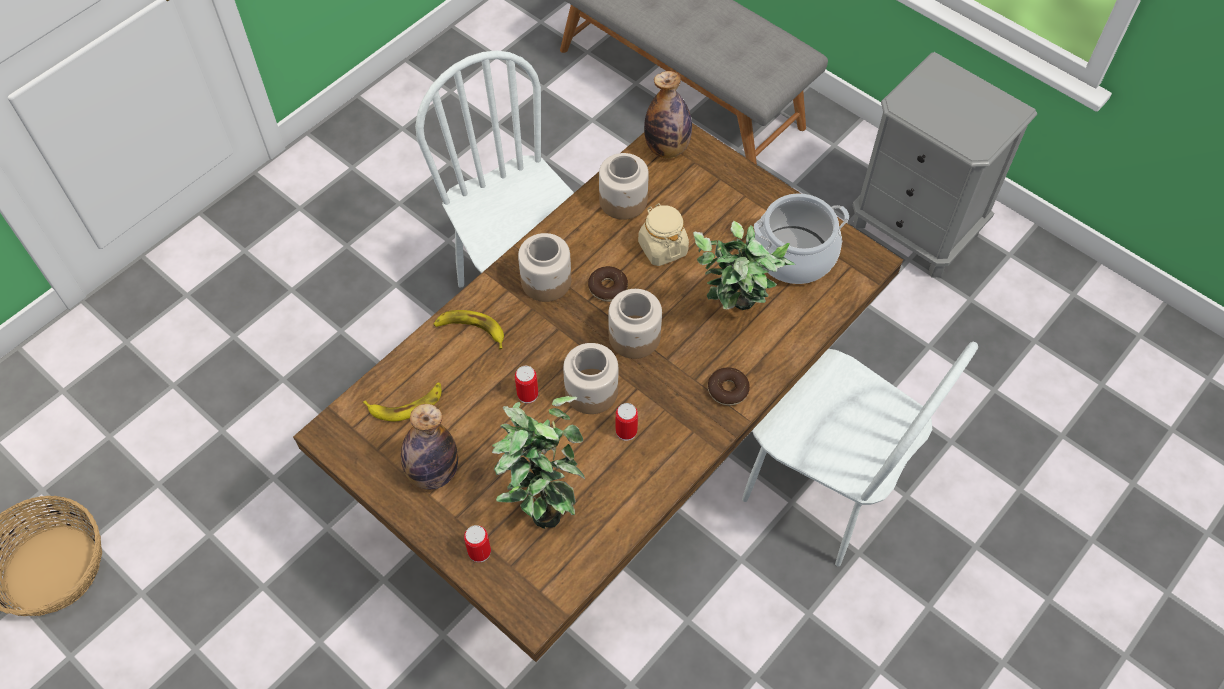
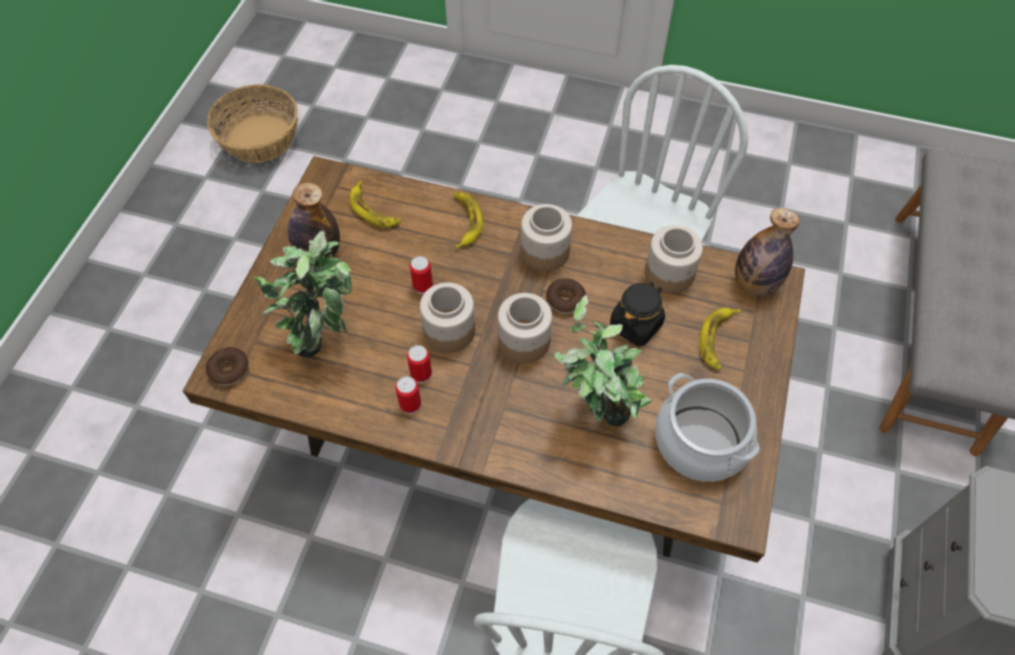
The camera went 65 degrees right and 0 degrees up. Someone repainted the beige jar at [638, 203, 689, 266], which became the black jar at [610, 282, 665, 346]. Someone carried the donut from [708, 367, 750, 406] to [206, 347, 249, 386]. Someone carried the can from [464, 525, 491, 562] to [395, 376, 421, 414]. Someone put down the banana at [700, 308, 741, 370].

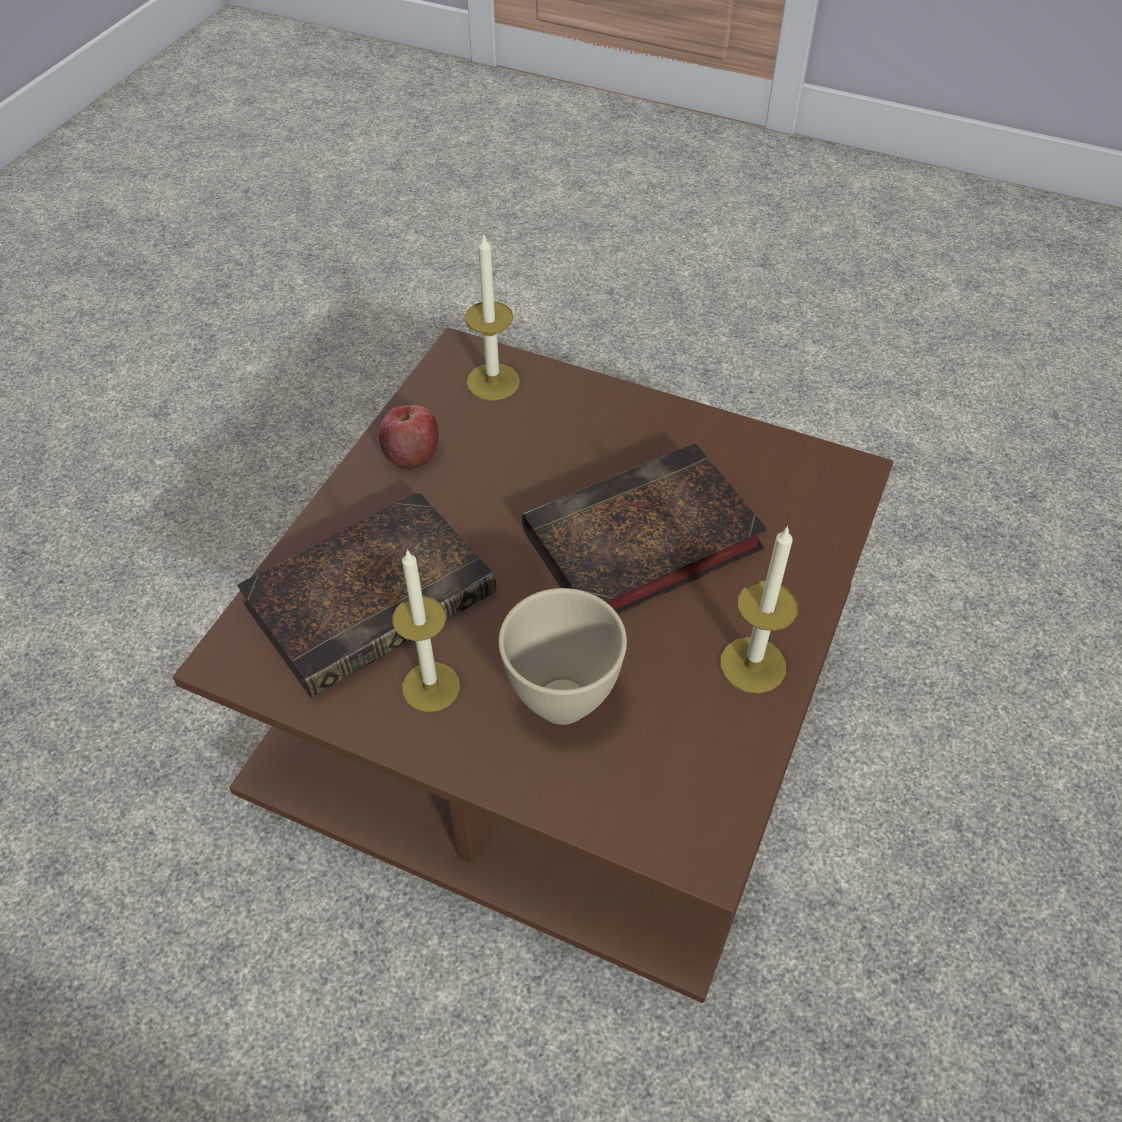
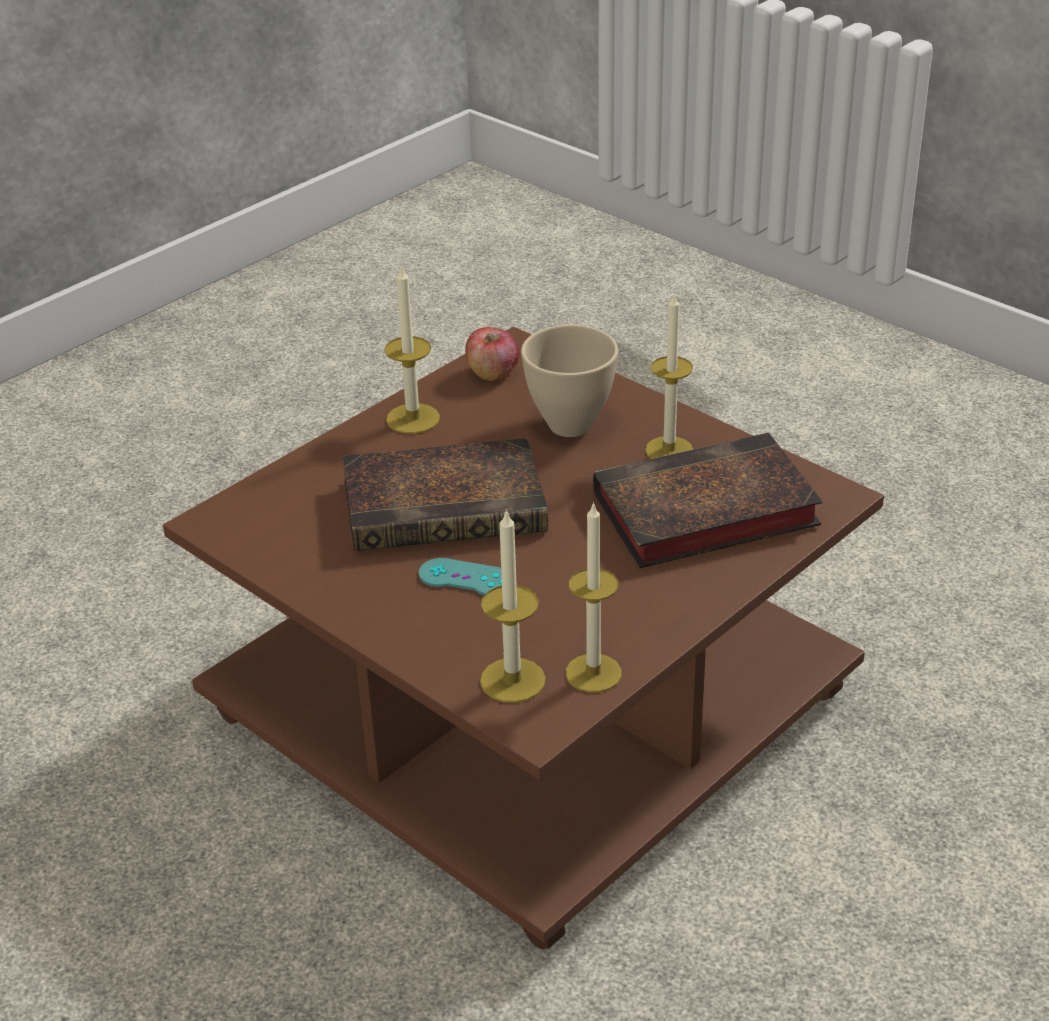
The camera went 160 degrees left and 15 degrees down. Someone carried the apple from [379, 405, 439, 470] to [465, 327, 519, 382]. Someone put down the candle at [566, 502, 622, 692]. Someone put down the turquoise game controller at [419, 558, 502, 595].

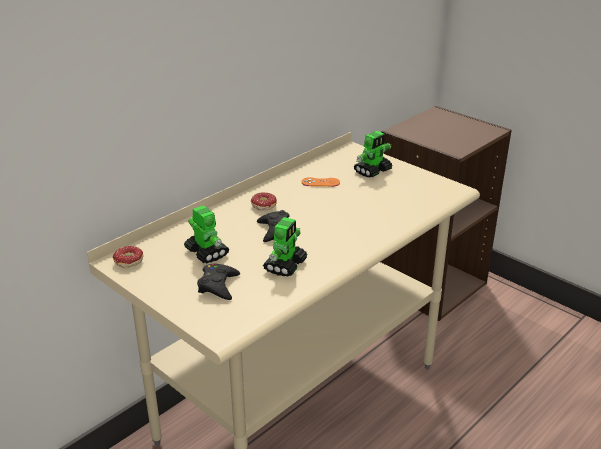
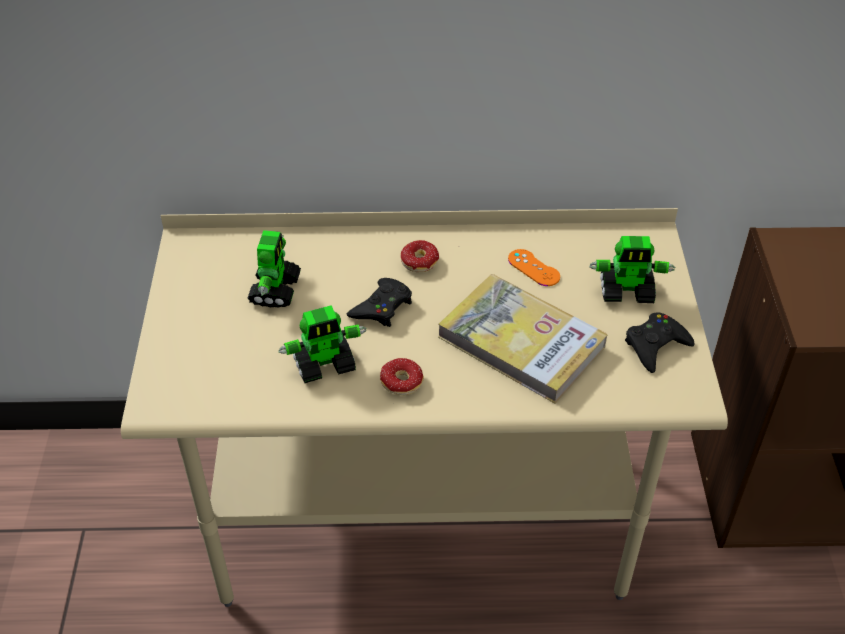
The camera went 45 degrees right and 15 degrees up. Someone carried the donut from [113, 246, 143, 267] to [380, 358, 424, 405]. Someone carried the black game controller from [197, 263, 240, 300] to [625, 312, 695, 373]. Someone put down the book at [438, 274, 607, 403].

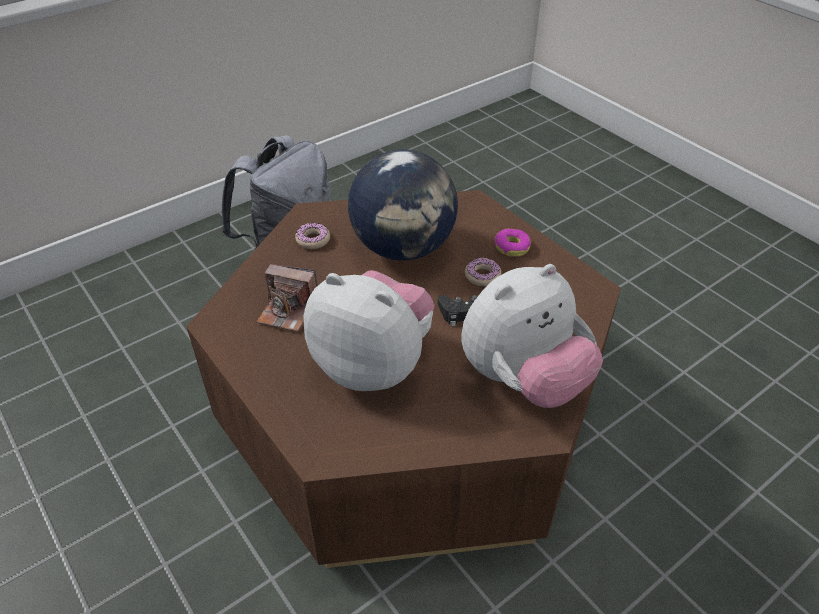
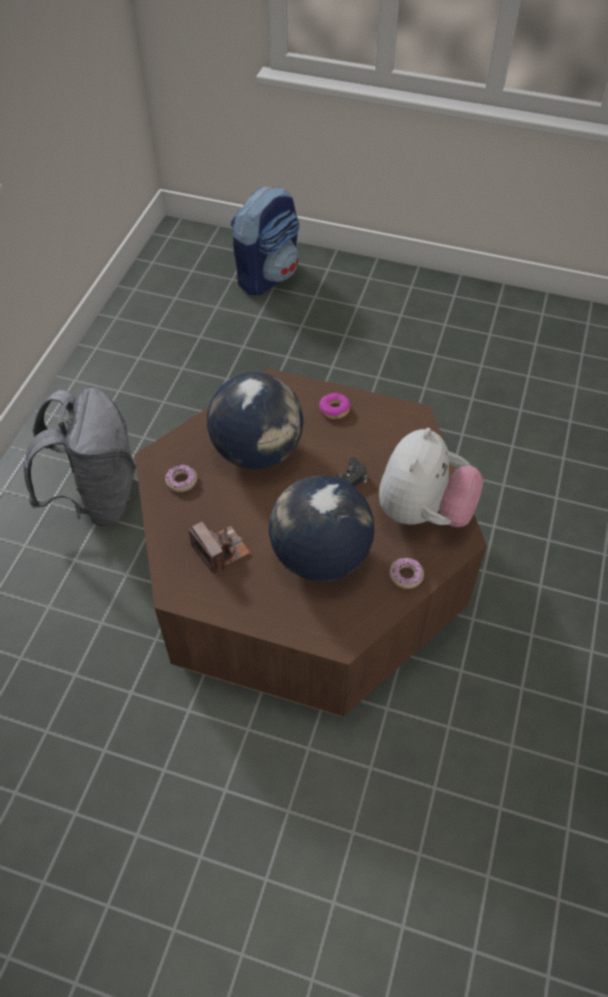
The camera went 35 degrees left and 10 degrees up. Someone carried the donut from [465, 258, 501, 286] to [389, 558, 424, 589]. Someone rotated the photo camera at [256, 264, 318, 332] by 105 degrees counterclockwise. Someone swapped the plush toy at [303, 270, 435, 391] for the globe at [269, 476, 375, 581]. Someone put down the backpack at [231, 186, 300, 295].

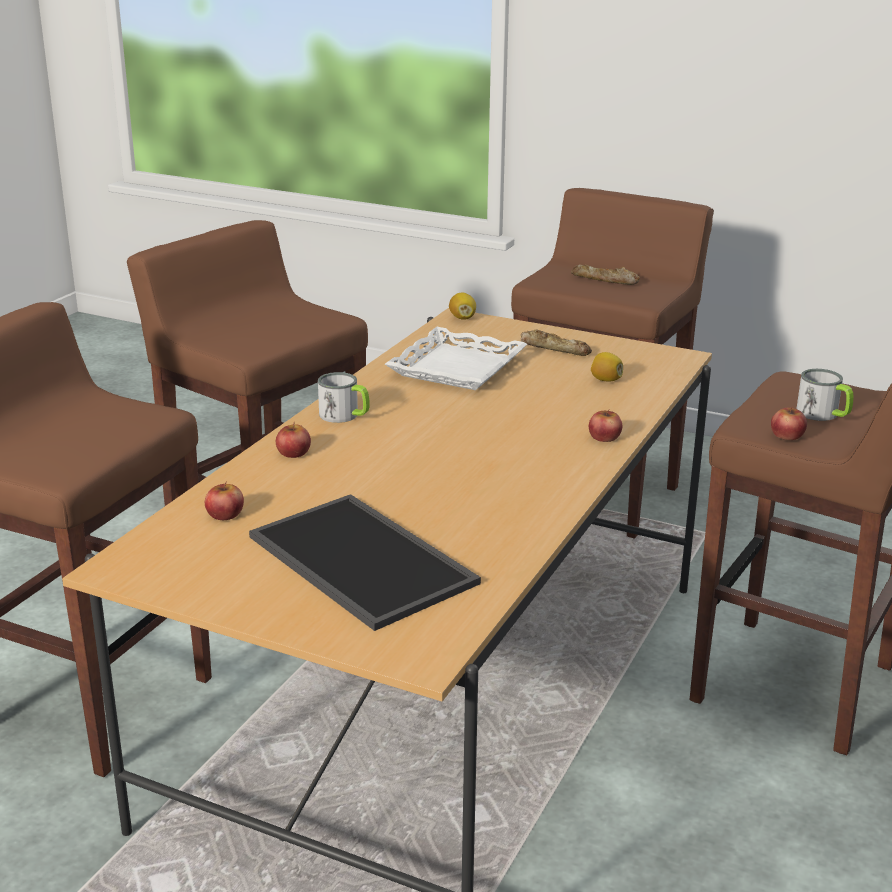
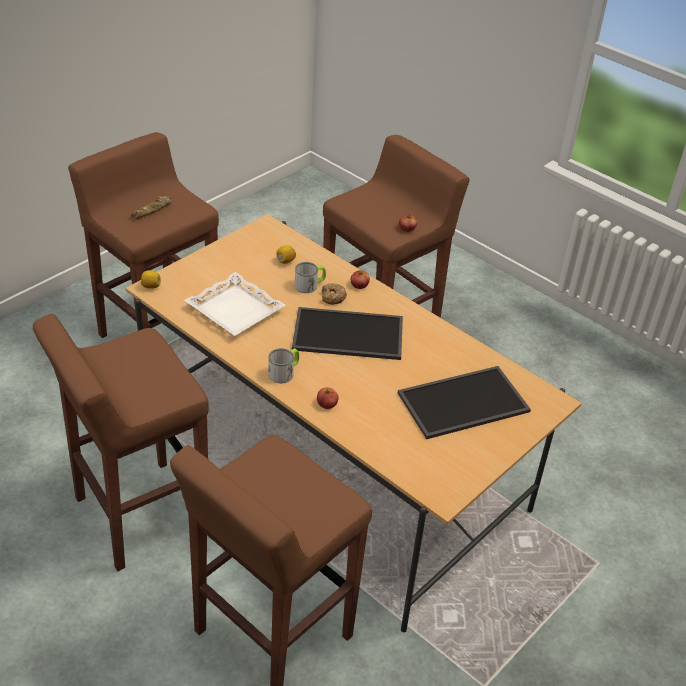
The camera went 75 degrees left and 15 degrees up. Someone took away the bread at [521, 330, 592, 356]. Someone carried the mug from [796, 369, 853, 421] to [295, 262, 326, 293]. Someone took away the apple at [205, 482, 244, 520]. Someone put down the donut at [322, 283, 347, 304]. Someone put down the tray at [292, 307, 403, 360].

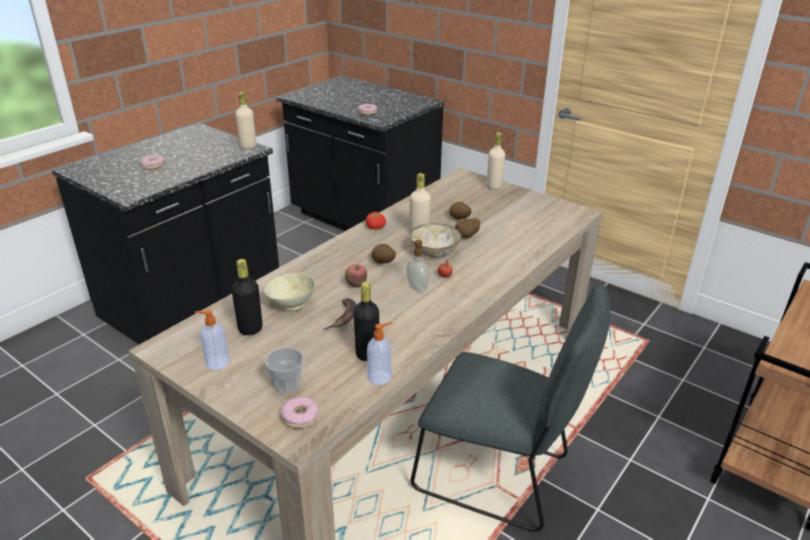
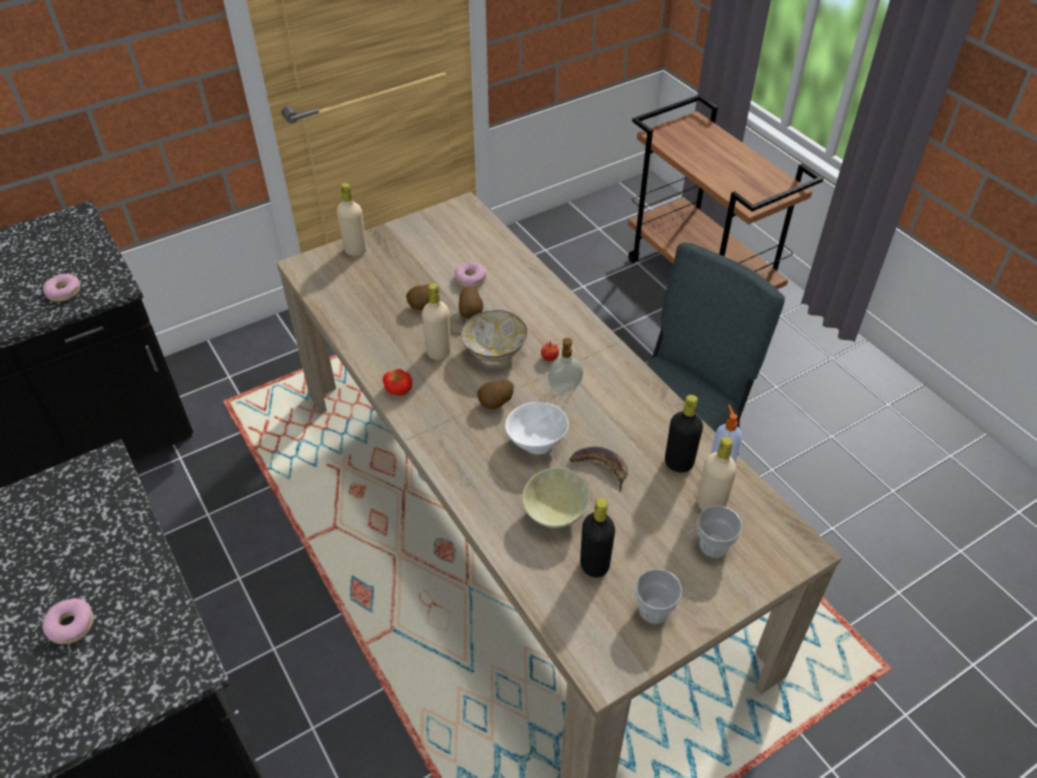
The camera went 70 degrees left and 15 degrees up. Someone carried the beige bottle from [235, 92, 256, 149] to [697, 437, 737, 511]. Someone swapped the apple at [345, 264, 367, 288] for the white bowl at [505, 402, 569, 454]. Someone swapped the soap dispenser at [194, 310, 229, 370] for the cup at [635, 569, 682, 624]. Someone carried the donut from [281, 396, 319, 428] to [454, 262, 486, 288].

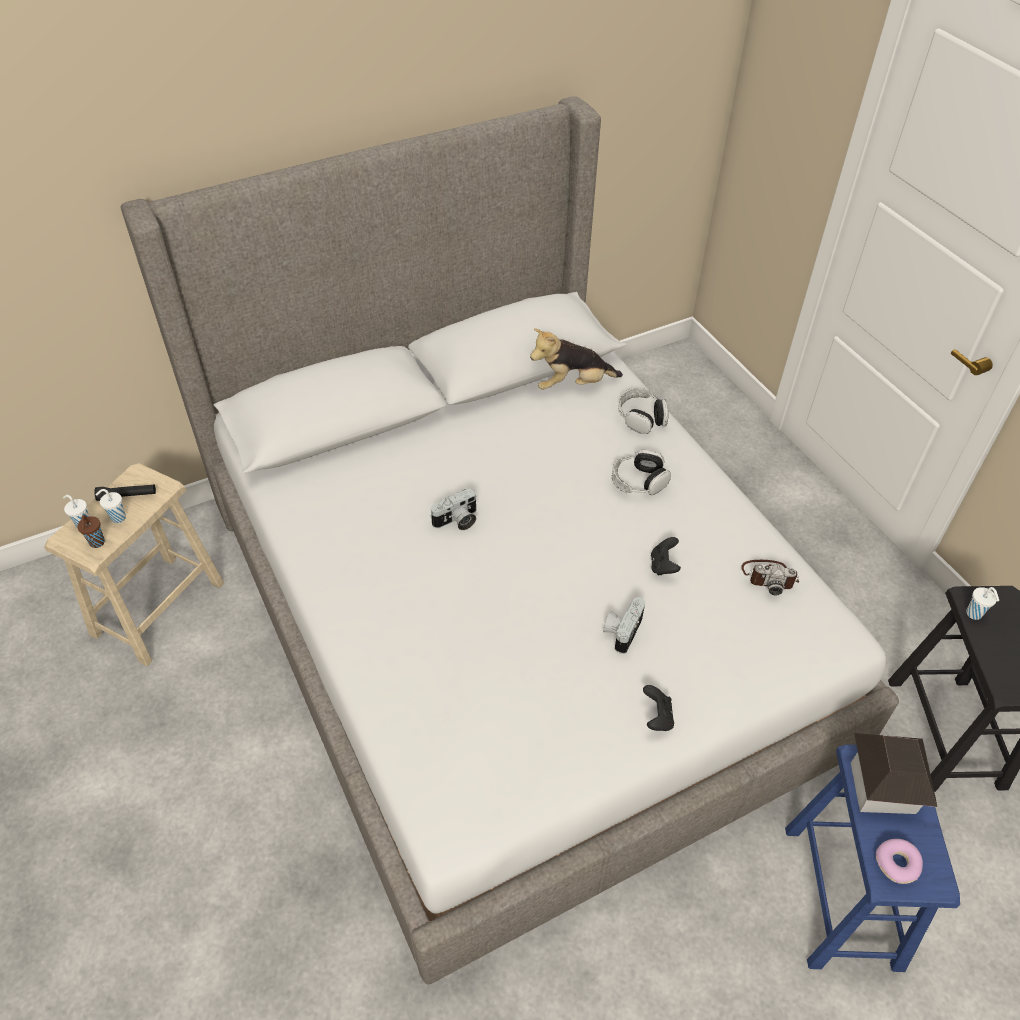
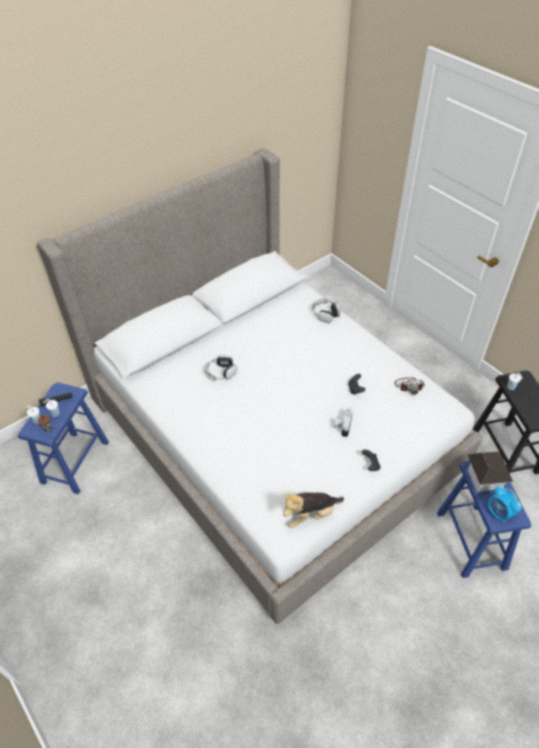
The camera went 10 degrees left and 0 degrees up. Someone carried the plush toy from [530, 328, 623, 390] to [283, 491, 344, 528]. Someone carried the headphones from [612, 450, 671, 495] to [205, 355, 237, 381]. Someone repainted the beige stool at [44, 463, 224, 666], which became the blue stool at [18, 382, 109, 494]. Someone took away the photo camera at [430, 488, 477, 530]. Someone swapped the donut at [876, 839, 923, 884] for the alarm clock at [487, 485, 522, 524].

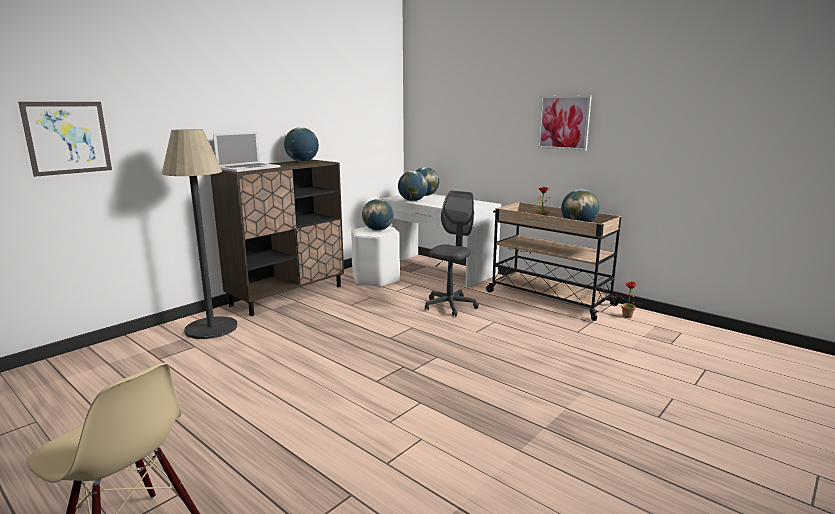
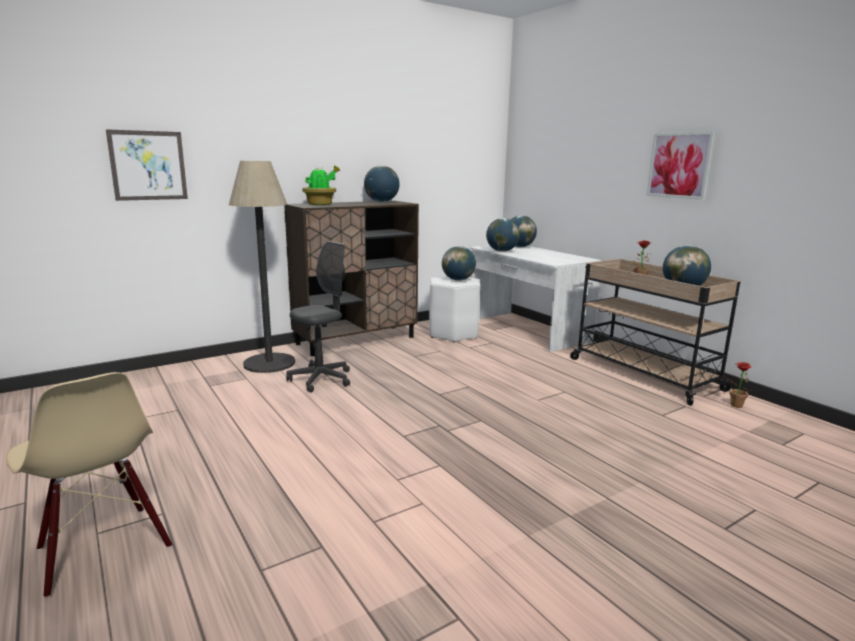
The camera went 15 degrees right and 0 degrees up. Someone swapped the laptop at [213, 132, 280, 172] for the potted plant at [302, 166, 340, 205]. Someone carried the grey office chair from [425, 191, 479, 316] to [286, 241, 350, 392].

